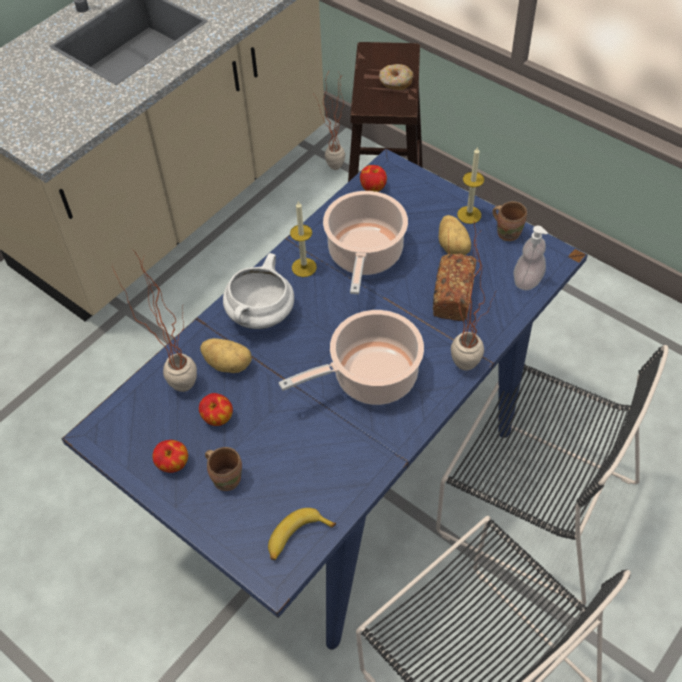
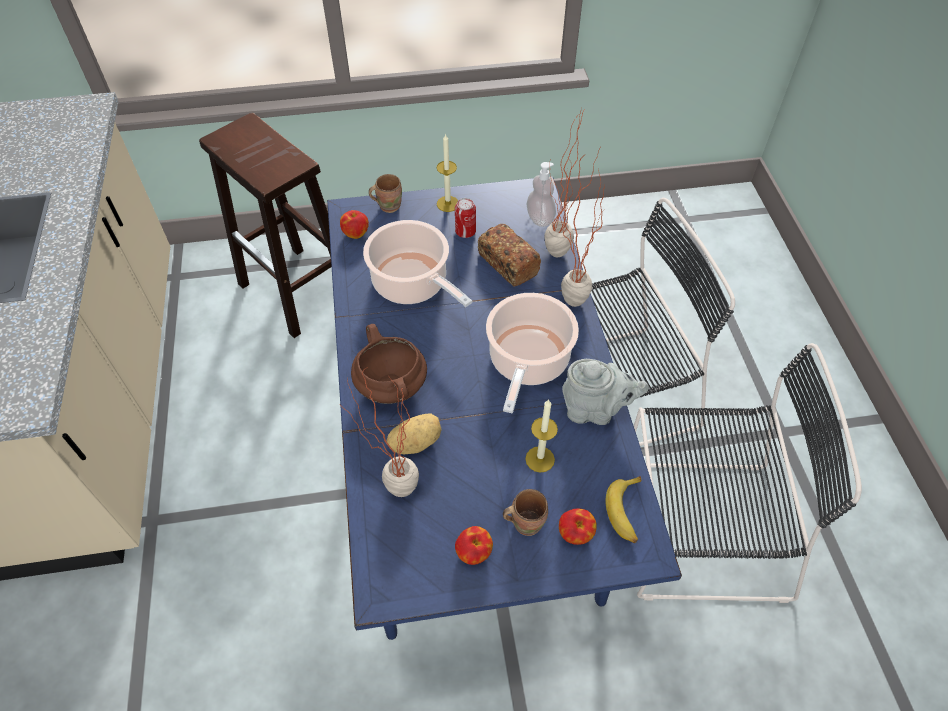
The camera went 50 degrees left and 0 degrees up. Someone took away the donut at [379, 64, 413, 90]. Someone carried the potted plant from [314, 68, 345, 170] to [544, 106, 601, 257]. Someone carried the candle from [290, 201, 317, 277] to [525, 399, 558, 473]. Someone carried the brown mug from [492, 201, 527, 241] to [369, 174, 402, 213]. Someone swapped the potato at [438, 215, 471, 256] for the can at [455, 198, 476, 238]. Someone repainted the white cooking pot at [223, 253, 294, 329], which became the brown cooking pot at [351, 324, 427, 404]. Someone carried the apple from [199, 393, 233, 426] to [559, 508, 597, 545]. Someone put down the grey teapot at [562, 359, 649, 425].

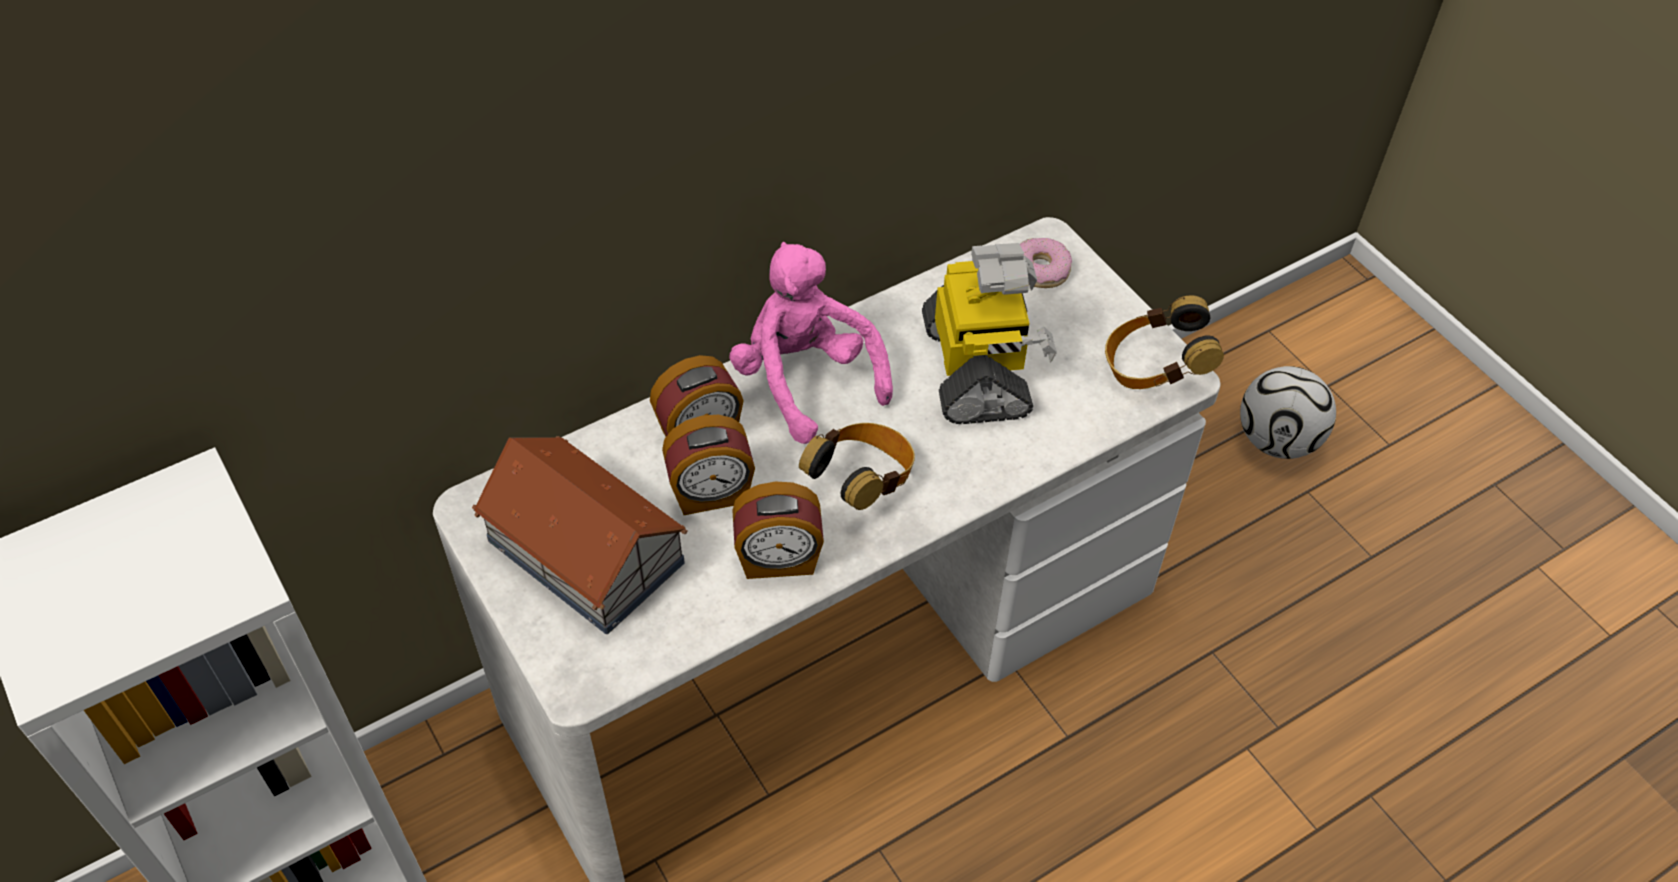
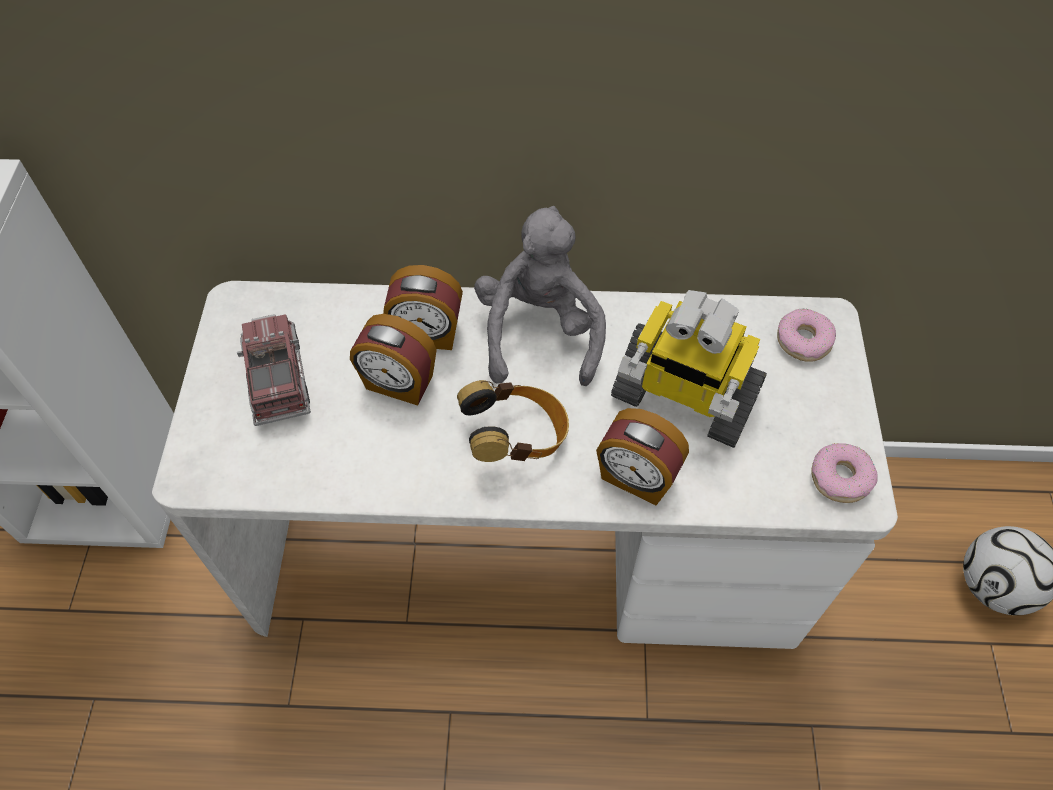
The camera went 35 degrees right and 5 degrees up. Someone repainted the pink plush toy at [729, 242, 893, 444], which became the grey plush toy at [474, 206, 606, 386]. Someone rotated the toy robot at [922, 243, 1057, 424] by 90 degrees clockwise. Someone swapped the headphones at [1105, 295, 1224, 389] for the donut at [811, 443, 878, 503]. Someone swapped the toy house at [472, 436, 687, 634] for the toy truck at [237, 314, 311, 426]. Someone carried the alarm clock from [732, 482, 824, 579] to [596, 408, 689, 505].

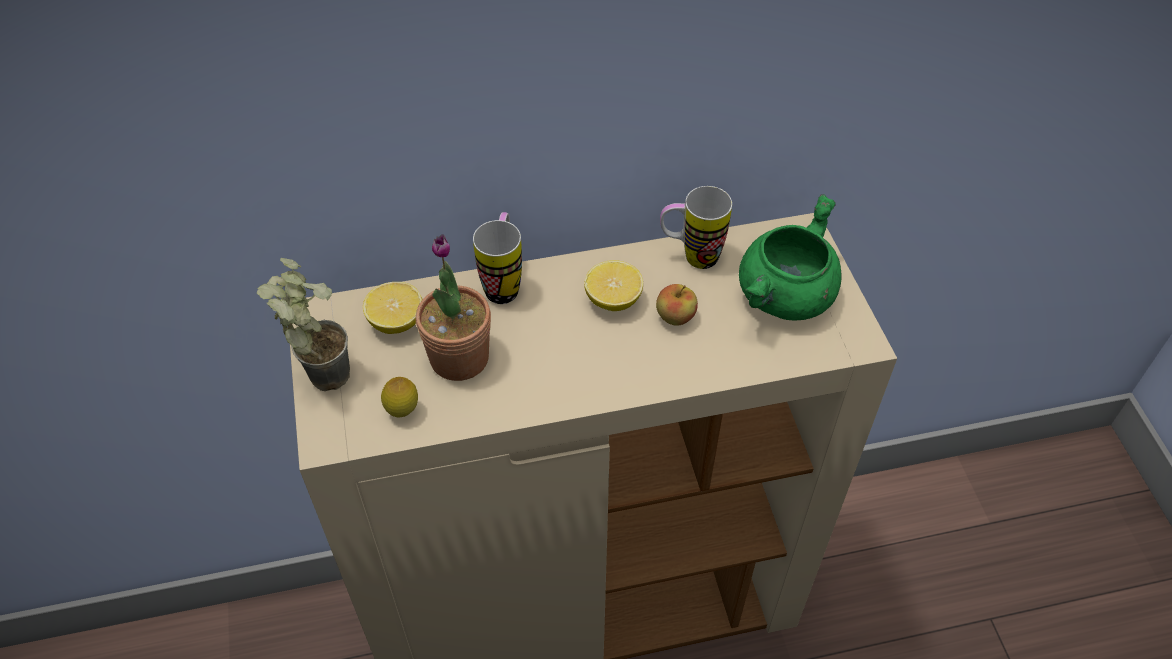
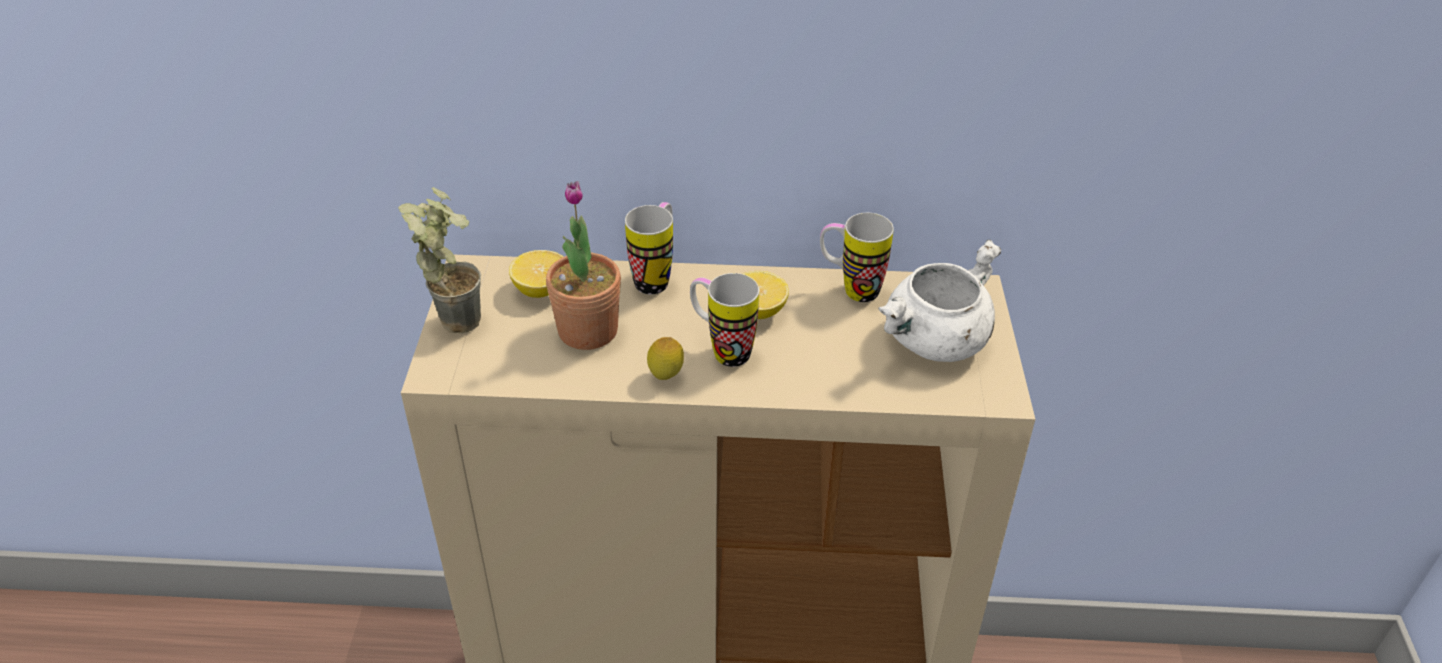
The camera went 15 degrees right and 10 degrees down. Someone repainted the green cooking pot at [739, 194, 842, 321], which became the white cooking pot at [878, 240, 1001, 362]. Someone took away the apple at [656, 284, 698, 326]. Someone carried the lemon from [381, 377, 418, 417] to [647, 337, 684, 380]. Someone put down the mug at [690, 273, 759, 367].

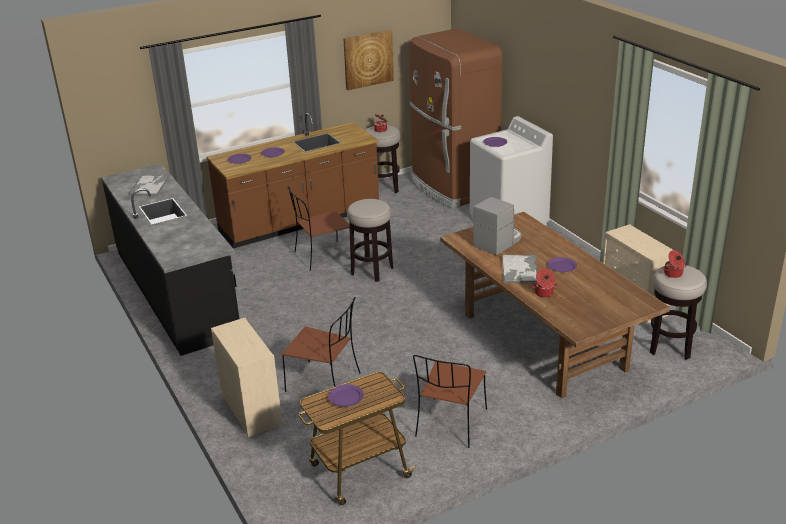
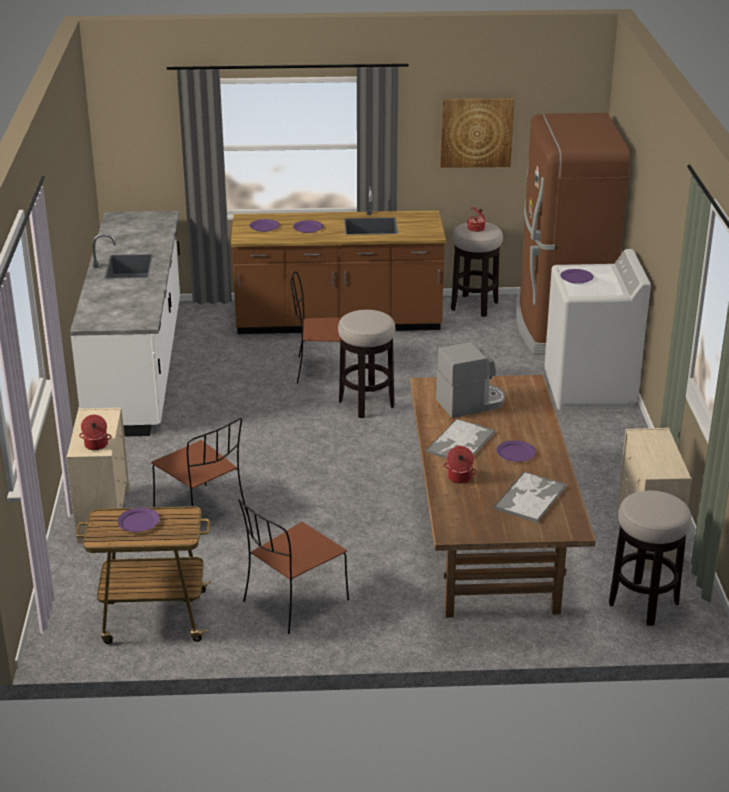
The camera went 25 degrees right and 0 degrees up. Someone repainted the black counter at [101, 164, 239, 356], which became the white counter at [70, 211, 180, 437]. Someone carried the tray from [128, 175, 169, 196] to [493, 472, 566, 523]. Someone carried the cooking pot from [662, 250, 686, 278] to [79, 415, 112, 450].

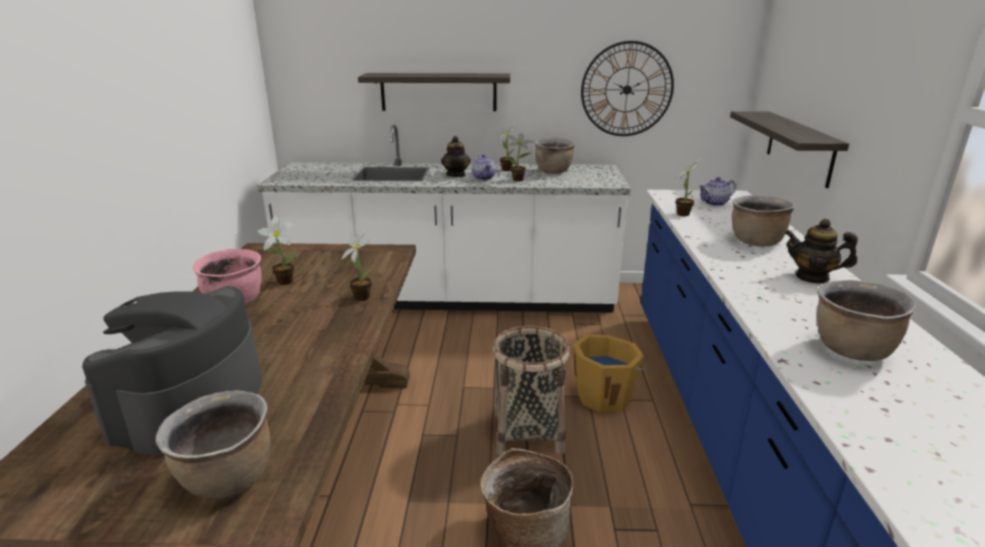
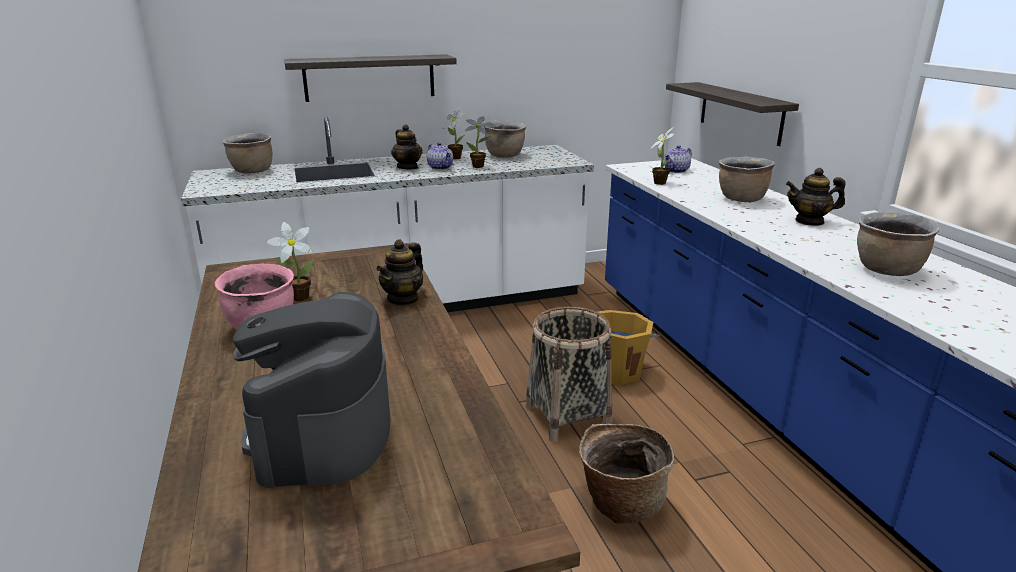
The camera went 20 degrees left and 0 degrees up. Someone took away the wall clock at [581, 41, 674, 136]. Someone swapped the potted plant at [342, 228, 372, 301] for the teapot at [376, 239, 423, 306]. Someone carried the brown cooking pot from [155, 390, 270, 498] to [222, 133, 272, 173].

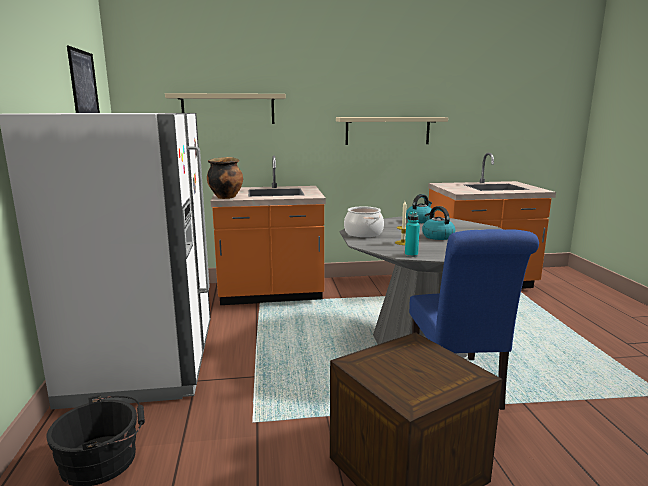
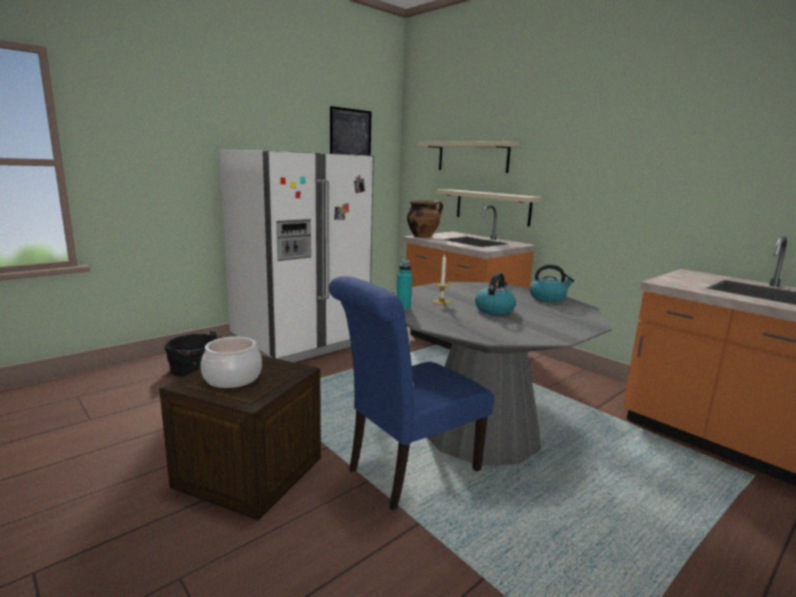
The camera went 55 degrees right and 0 degrees up. Someone carried the beige shelf from [336, 117, 448, 145] to [436, 189, 543, 227]. Someone carried the cooking pot from [344, 206, 384, 238] to [200, 337, 262, 388].

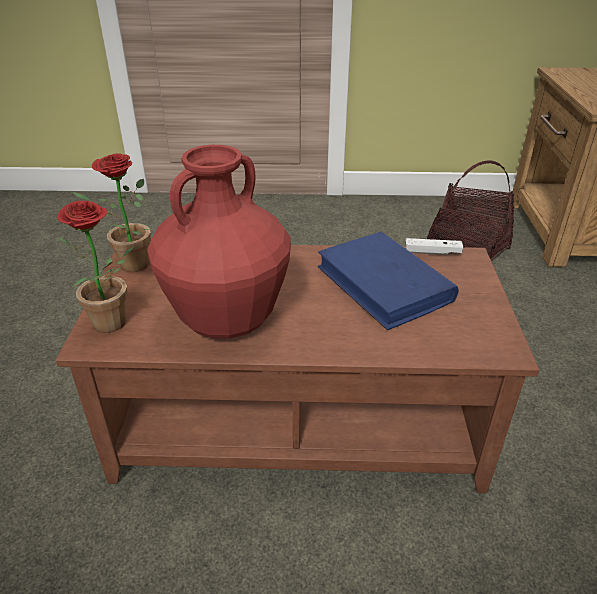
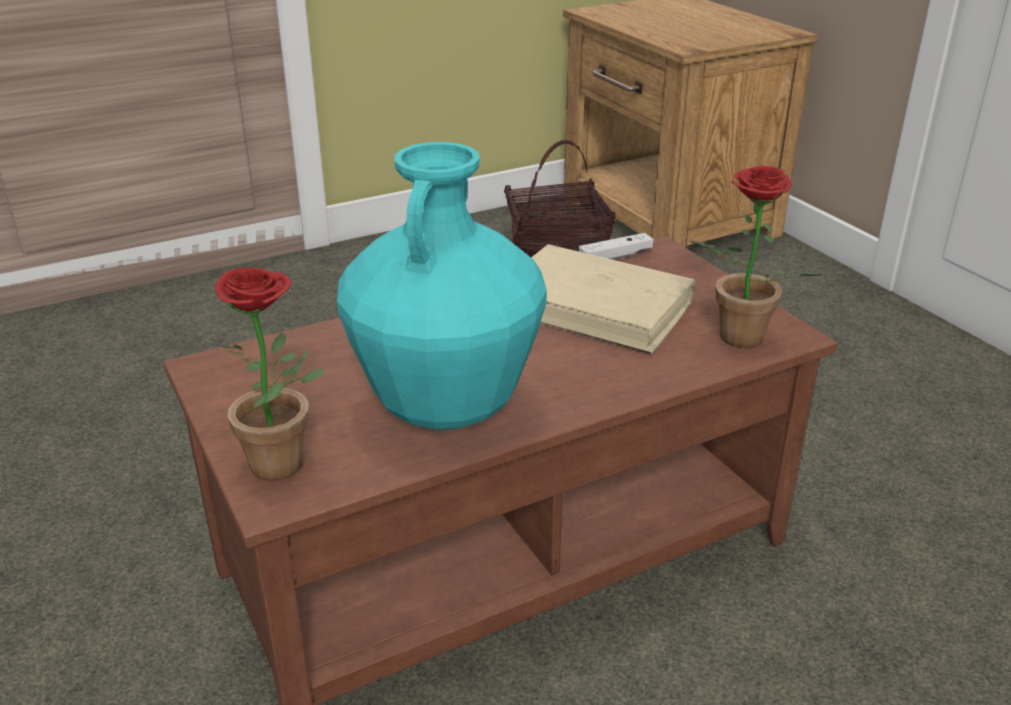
The camera went 30 degrees left and 5 degrees down. Someone repainted the red vase at [147, 145, 291, 339], which became the turquoise vase at [337, 142, 547, 430]. Someone carried the potted plant from [73, 153, 151, 272] to [690, 166, 822, 348]. Someone repainted the blue book at [318, 232, 459, 330], which became the beige book at [531, 244, 695, 354].

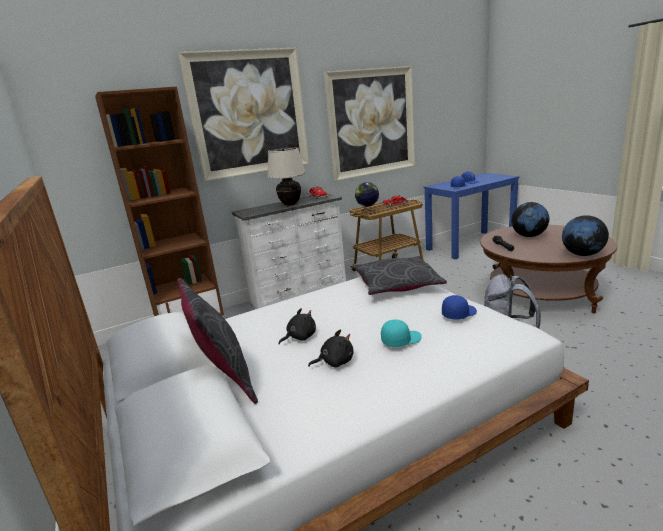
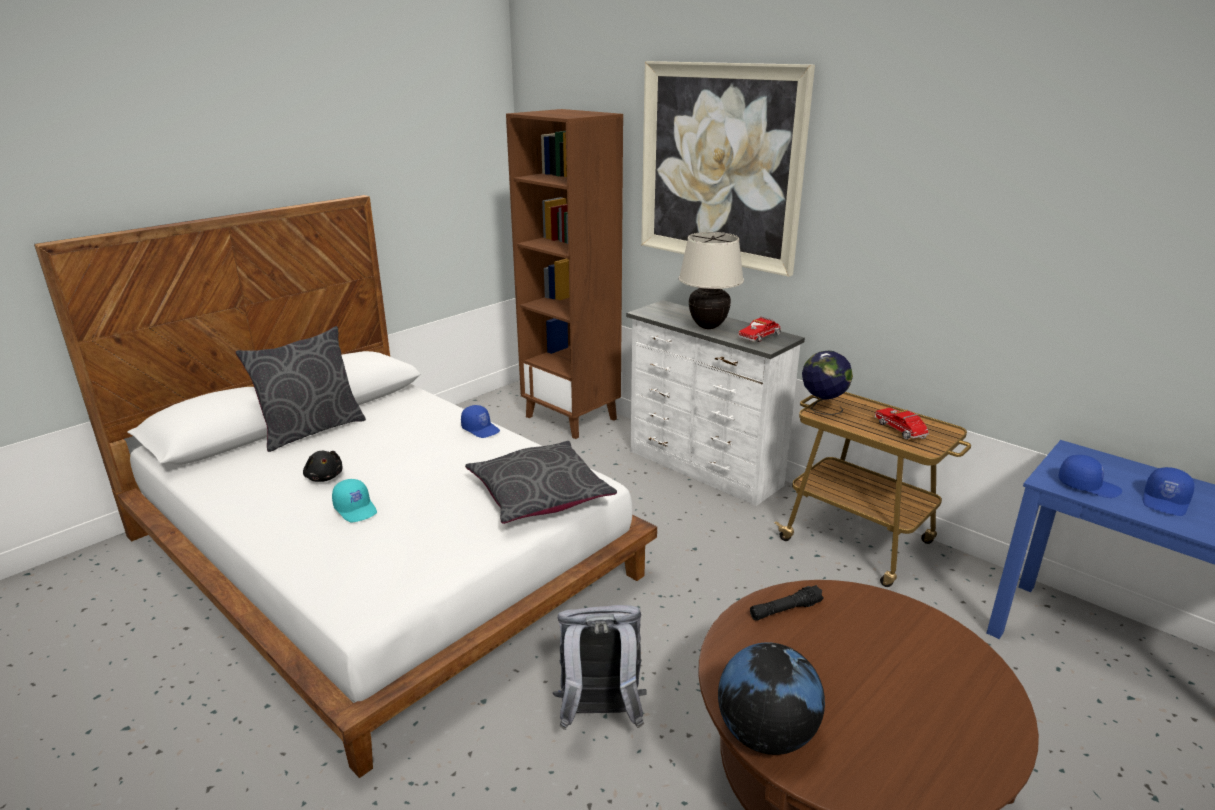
The camera went 70 degrees right and 5 degrees up. Someone took away the picture at [324, 66, 415, 181]. Someone took away the globe at [511, 202, 549, 237]. Someone carried the blue cap from [442, 295, 477, 320] to [461, 405, 500, 438]. Someone took away the black plush toy at [279, 308, 316, 345].

